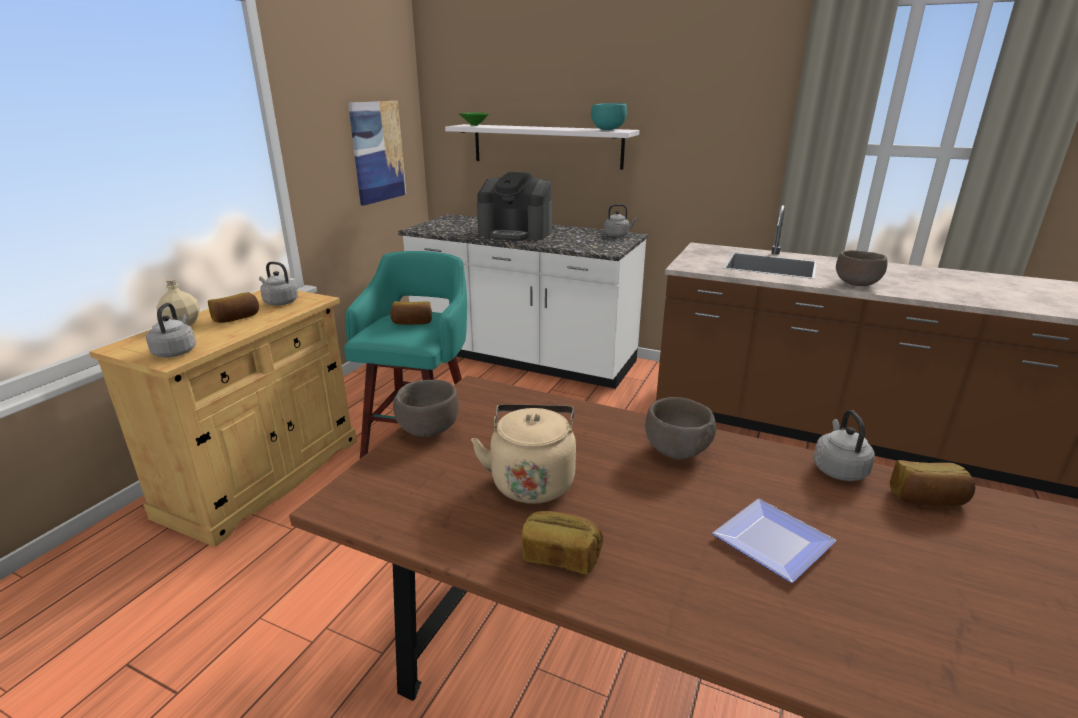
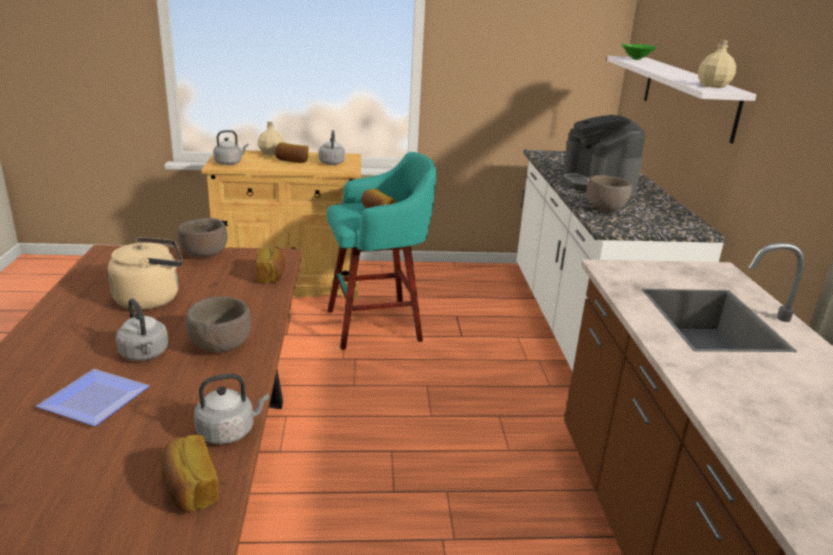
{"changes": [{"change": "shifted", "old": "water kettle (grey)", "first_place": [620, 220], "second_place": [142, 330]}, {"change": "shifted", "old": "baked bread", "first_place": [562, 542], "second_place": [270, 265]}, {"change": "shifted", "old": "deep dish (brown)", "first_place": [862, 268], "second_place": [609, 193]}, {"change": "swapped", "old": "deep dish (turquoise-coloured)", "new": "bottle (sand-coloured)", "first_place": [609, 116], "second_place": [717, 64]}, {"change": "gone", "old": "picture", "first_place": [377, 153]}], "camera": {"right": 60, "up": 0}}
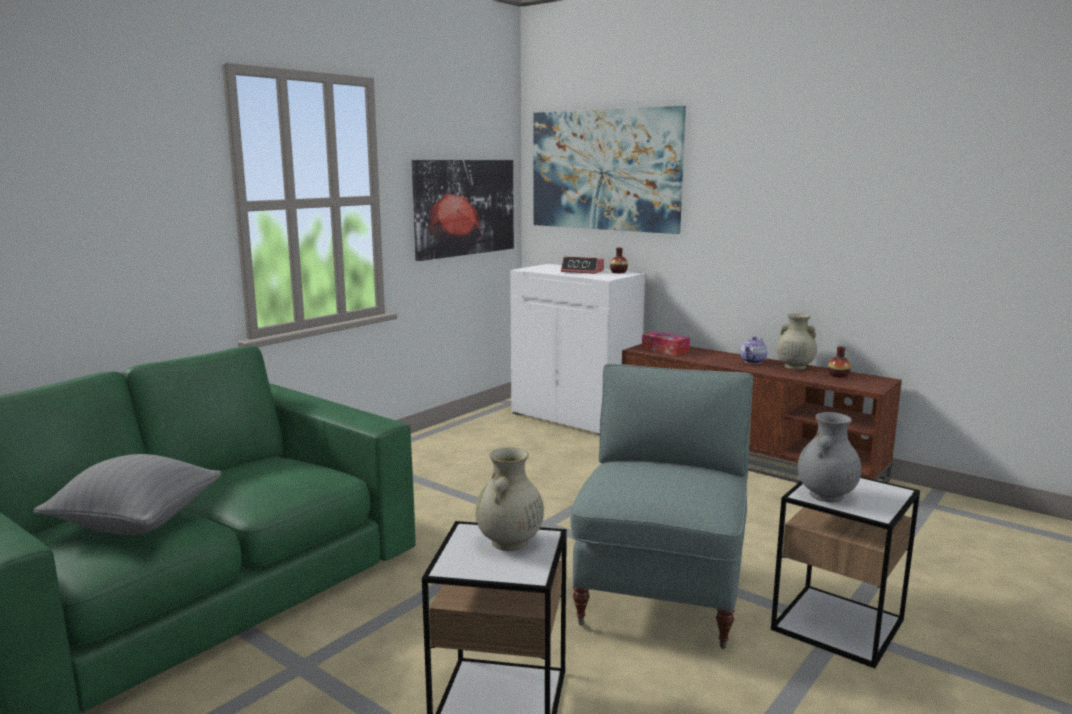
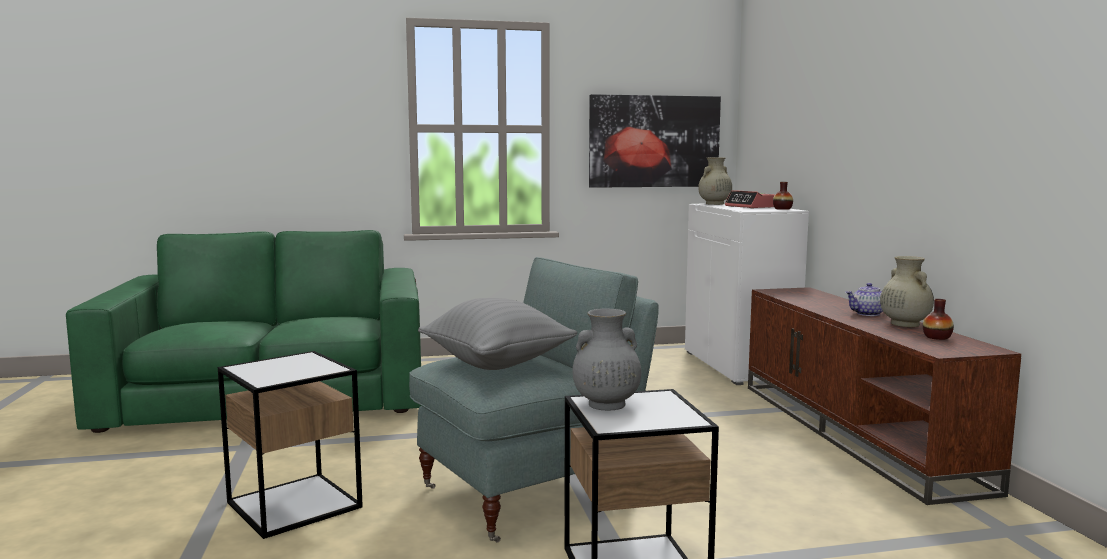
{"changes": [{"change": "shifted", "old": "cushion (grey)", "first_place": [127, 494], "second_place": [498, 334]}, {"change": "shifted", "old": "flower vase (sand-coloured)", "first_place": [510, 499], "second_place": [715, 181]}, {"change": "gone", "old": "picture", "first_place": [610, 170]}, {"change": "gone", "old": "tissue box", "first_place": [666, 343]}], "camera": {"right": 40, "up": -5}}
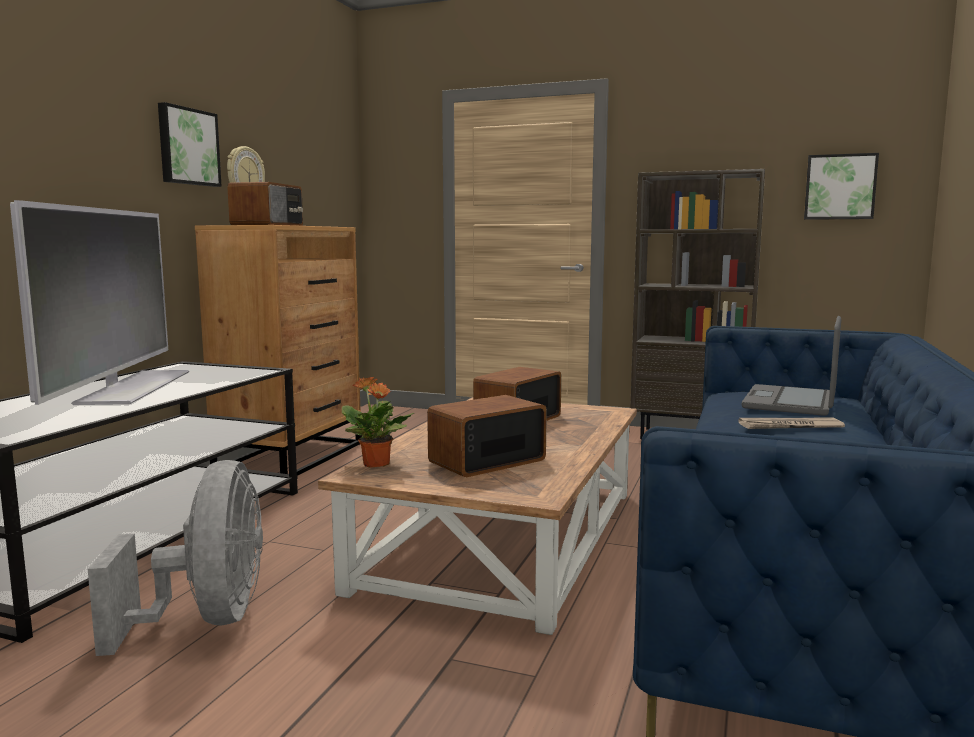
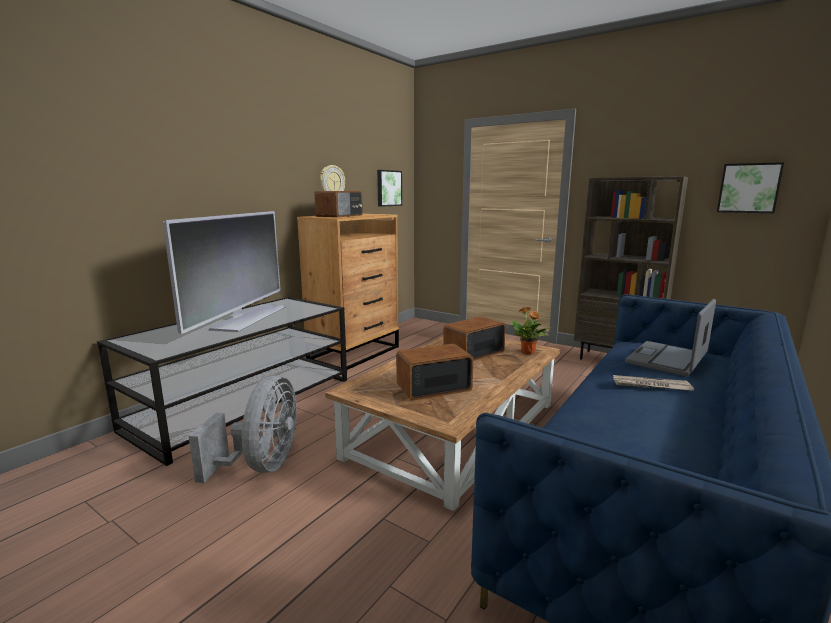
{"changes": [{"change": "shifted", "old": "picture", "first_place": [190, 144], "second_place": [389, 188]}, {"change": "shifted", "old": "houseplant", "first_place": [378, 422], "second_place": [531, 330]}], "camera": {"right": 15, "up": 5}}
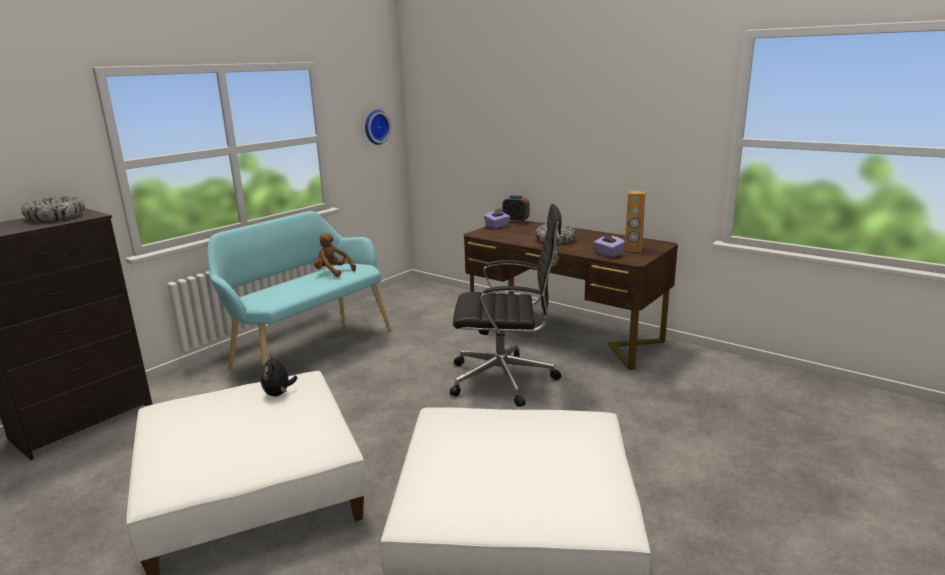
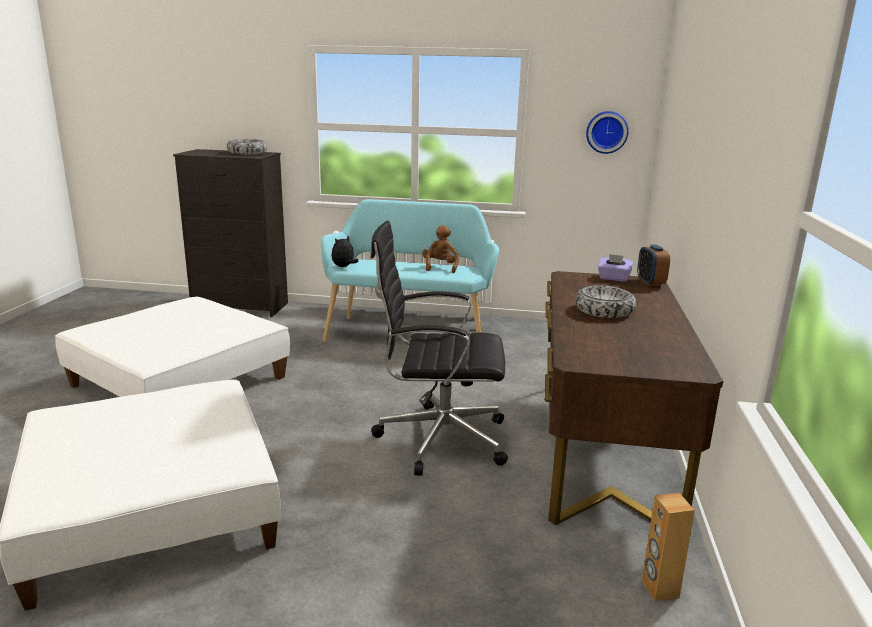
{"changes": [{"change": "shifted", "old": "cuddly toy", "first_place": [278, 375], "second_place": [344, 251]}, {"change": "rotated", "old": "desk chair (blackish)", "first_place": [506, 305], "second_place": [439, 348], "degrees": 120}, {"change": "shifted", "old": "audio speaker (brown)", "first_place": [635, 221], "second_place": [668, 547]}, {"change": "gone", "old": "tissue box (purple)", "first_place": [610, 245]}], "camera": {"right": 60, "up": 0}}
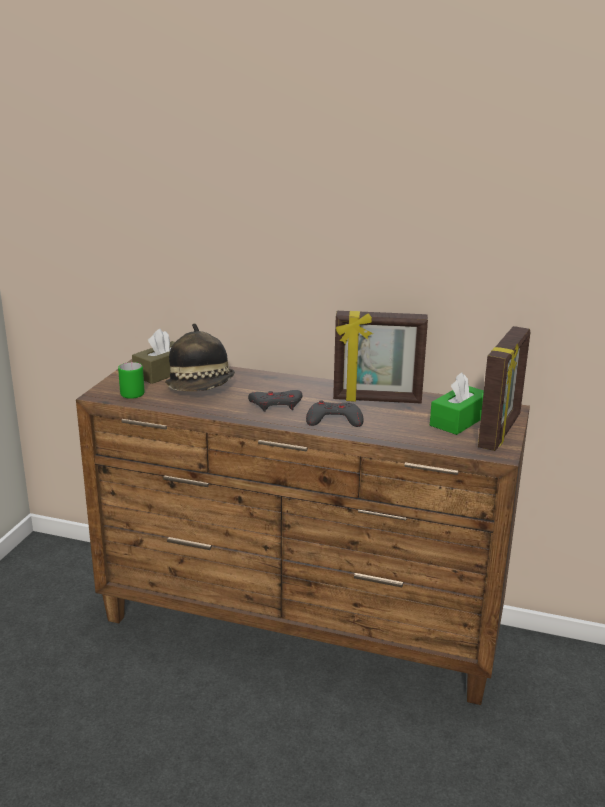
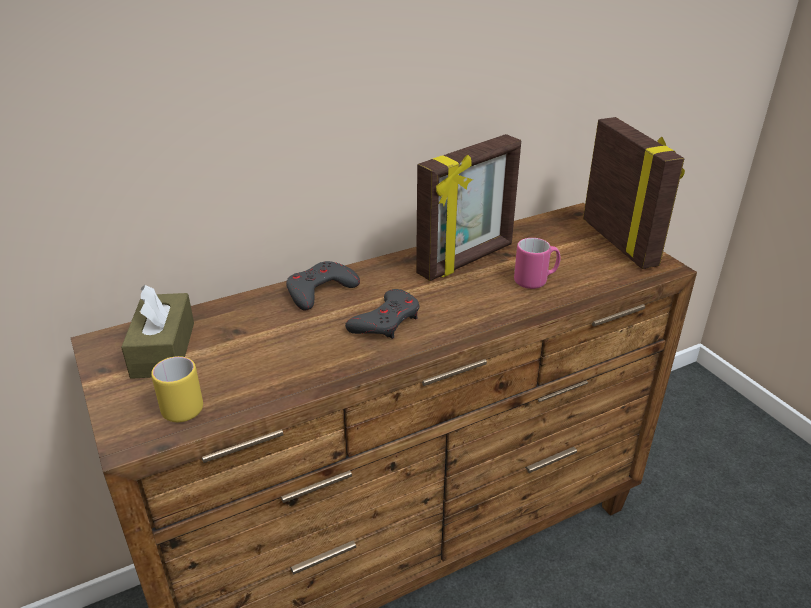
{"changes": [{"change": "repainted", "old": "coffee mug (green)", "new": "coffee mug (yellow)", "first_place": [131, 380], "second_place": [177, 389]}, {"change": "shifted", "old": "joypad (grey)", "first_place": [335, 413], "second_place": [323, 286]}, {"change": "new", "new": "coffee mug (pinkish)", "second_place": [537, 263]}, {"change": "gone", "old": "wearable hat", "first_place": [200, 357]}, {"change": "gone", "old": "tissue box (green)", "first_place": [457, 403]}], "camera": {"right": -45, "up": 10}}
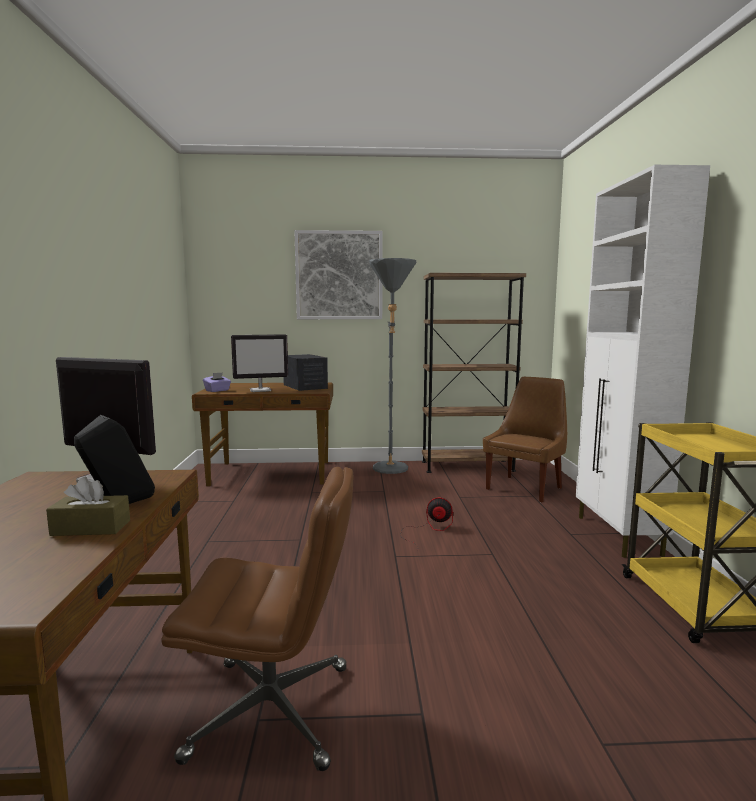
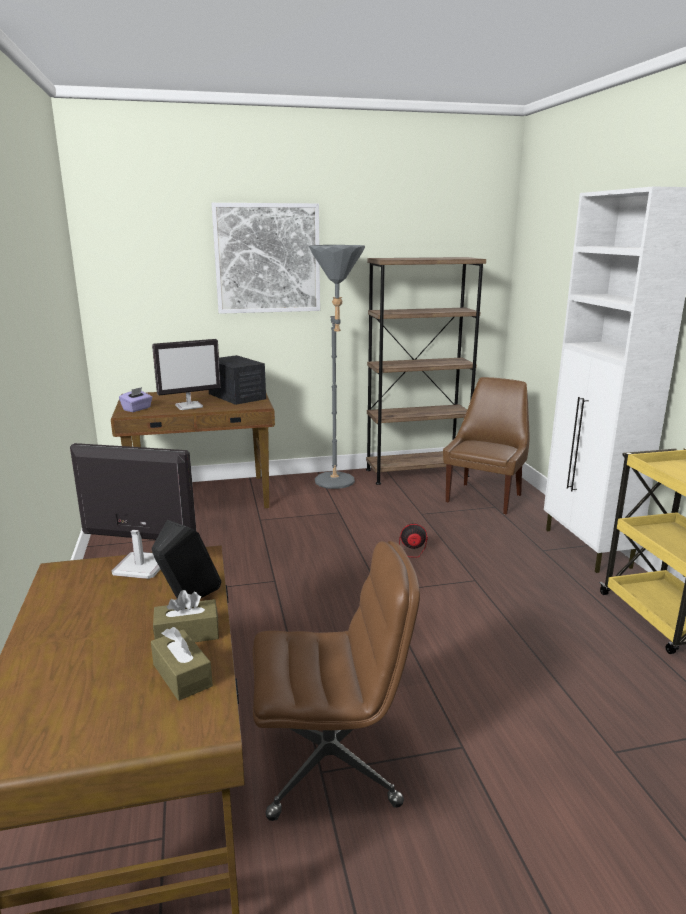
{"changes": [{"change": "new", "new": "tissue box (brown)", "second_place": [182, 664]}], "camera": {"right": -10, "up": 10}}
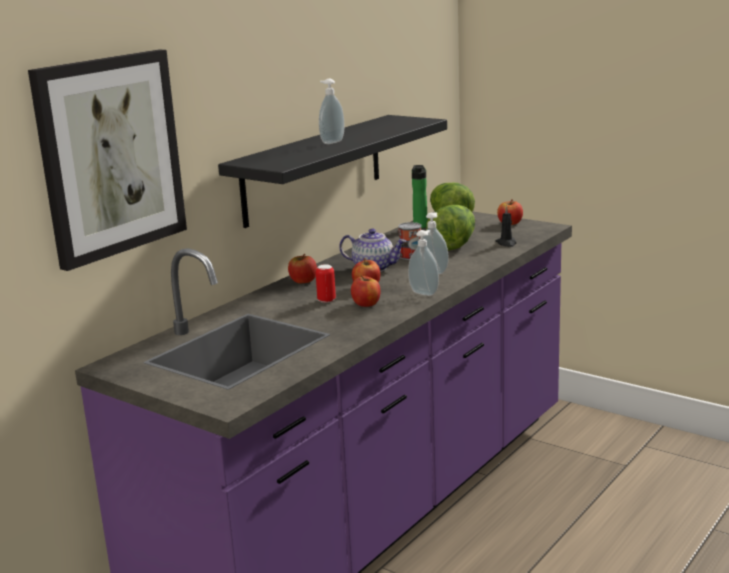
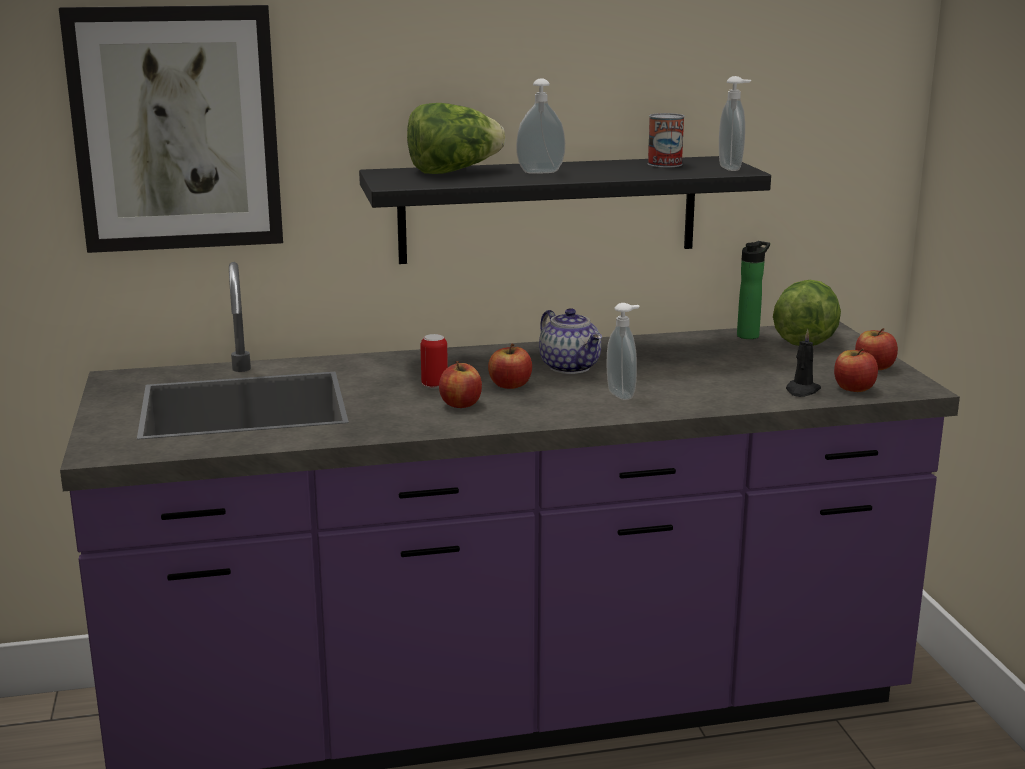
{"changes": [{"change": "shifted", "old": "lettuce head", "first_place": [450, 228], "second_place": [456, 138]}, {"change": "shifted", "old": "metal can", "first_place": [410, 241], "second_place": [666, 140]}, {"change": "shifted", "old": "soap dispenser", "first_place": [423, 263], "second_place": [735, 123]}, {"change": "shifted", "old": "whole apple", "first_place": [302, 268], "second_place": [856, 370]}], "camera": {"right": 40, "up": 0}}
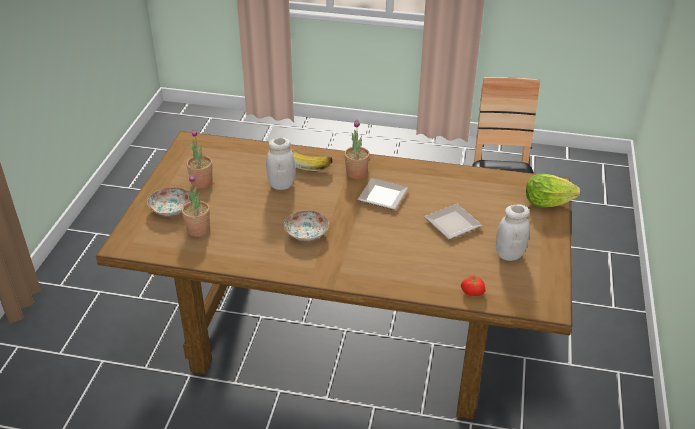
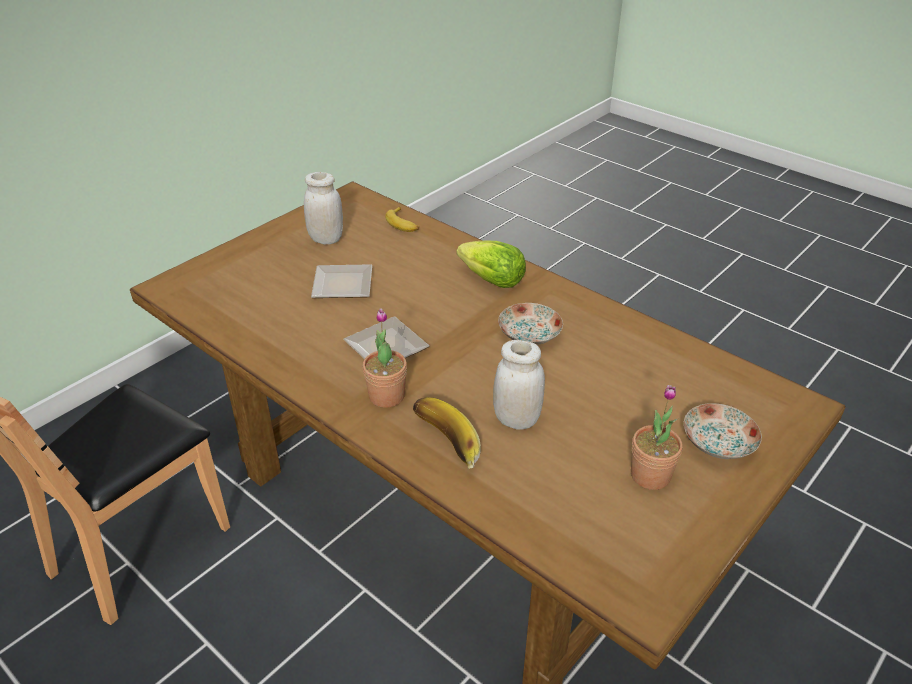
{"changes": [{"change": "swapped", "old": "whole tomato", "new": "banana fruit", "first_place": [473, 285], "second_place": [402, 219]}, {"change": "shifted", "old": "lettuce head", "first_place": [553, 190], "second_place": [491, 264]}, {"change": "gone", "old": "houseplant", "first_place": [196, 205]}], "camera": {"right": -150, "up": 0}}
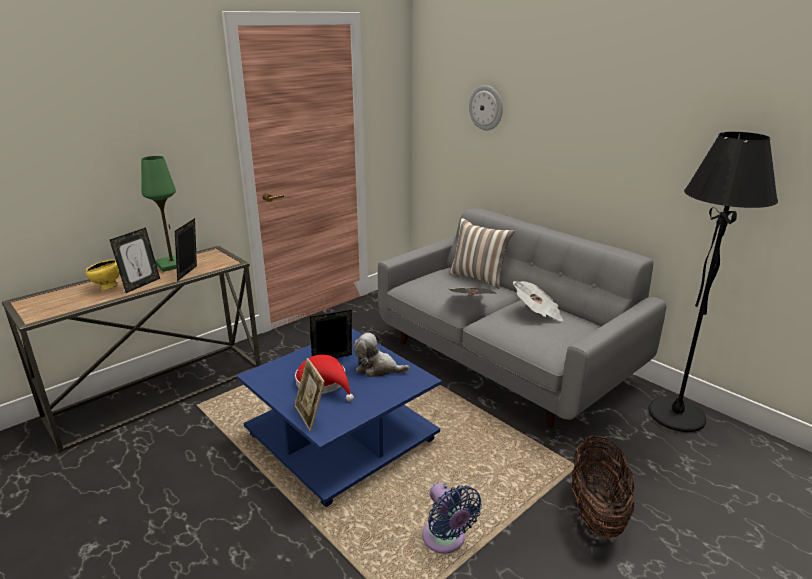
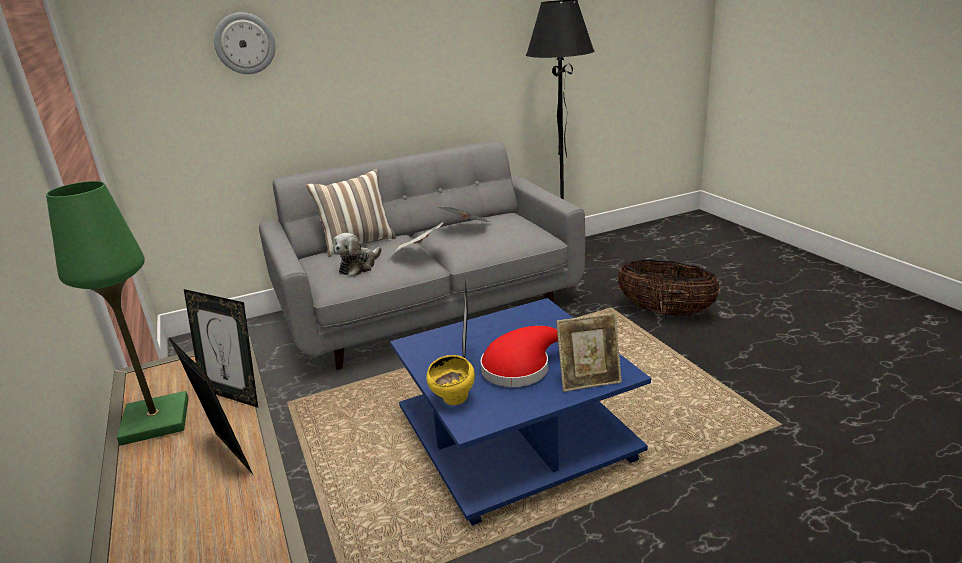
{"changes": [{"change": "shifted", "old": "cuddly toy", "first_place": [381, 355], "second_place": [357, 254]}, {"change": "shifted", "old": "deep dish (yellow)", "first_place": [103, 274], "second_place": [450, 380]}, {"change": "gone", "old": "fan (blue-coloured)", "first_place": [452, 518]}], "camera": {"right": -70, "up": 0}}
